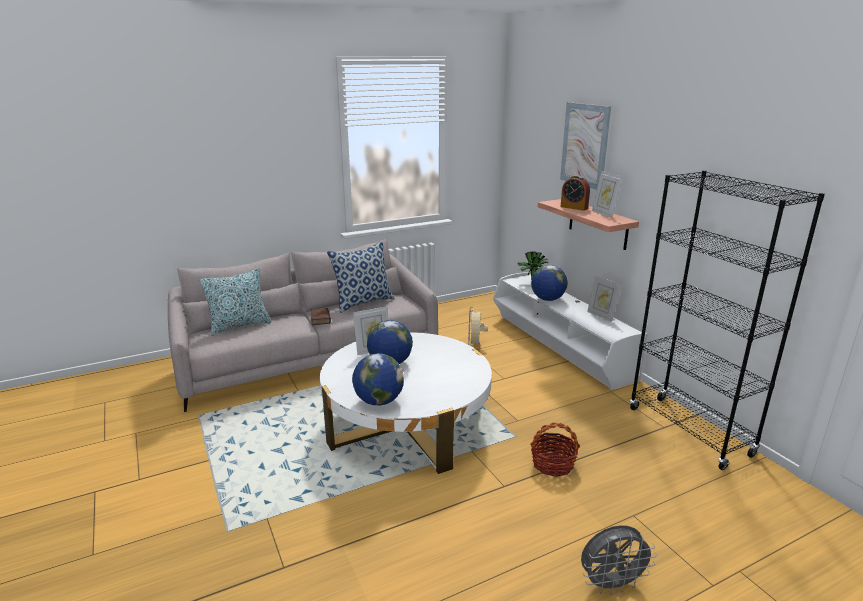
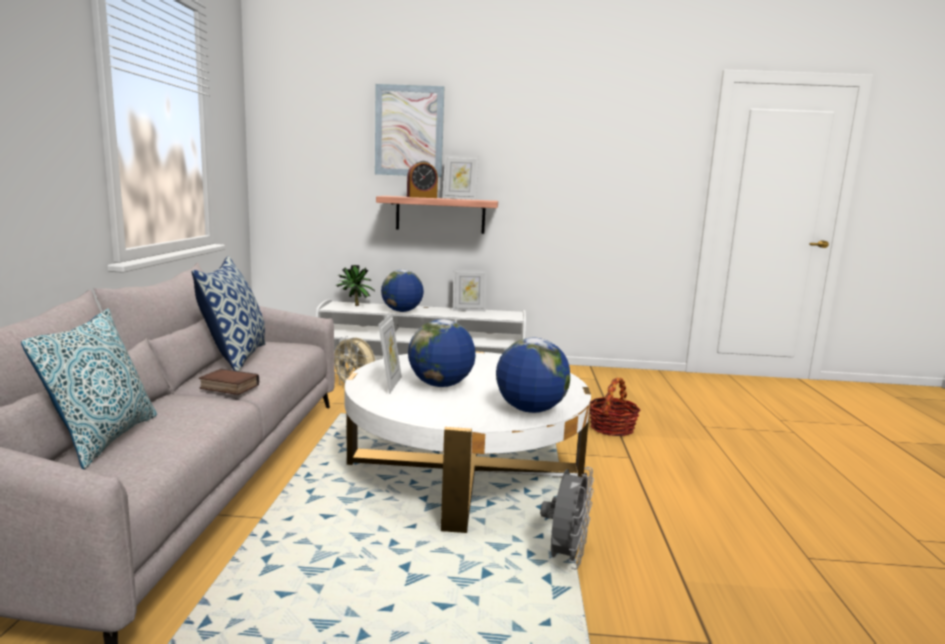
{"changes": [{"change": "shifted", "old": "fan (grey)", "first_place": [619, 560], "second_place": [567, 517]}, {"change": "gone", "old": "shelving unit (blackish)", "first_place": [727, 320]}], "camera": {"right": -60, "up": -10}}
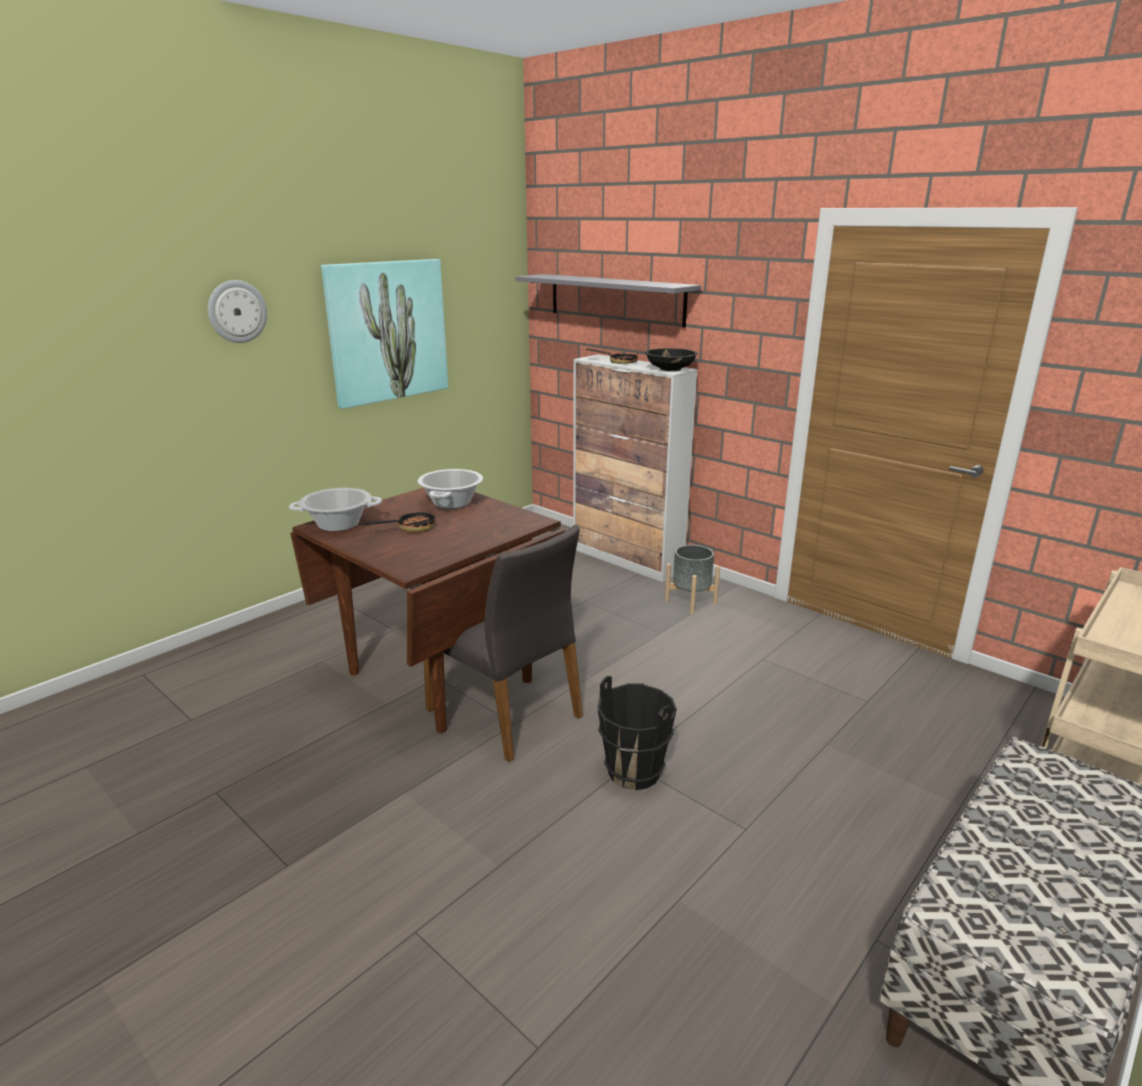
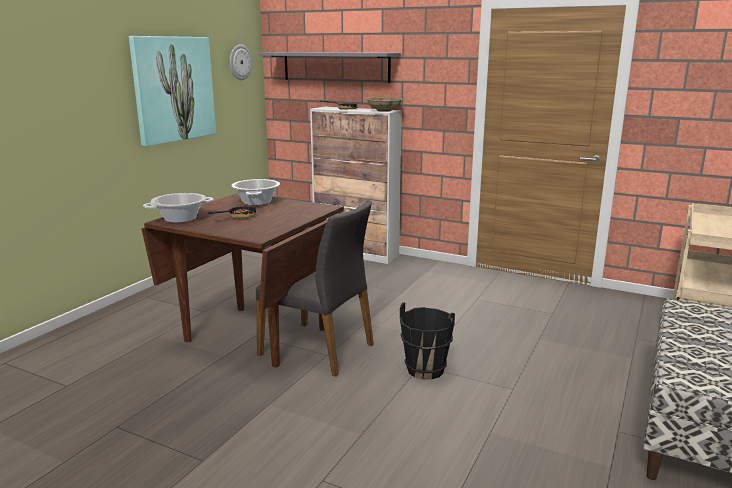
{"changes": [{"change": "shifted", "old": "clock on the wall", "first_place": [237, 311], "second_place": [241, 62]}, {"change": "repainted", "old": "deep dish (blackish)", "new": "deep dish (sand-coloured)", "first_place": [671, 359], "second_place": [384, 104]}, {"change": "gone", "old": "flower pot (grey)", "first_place": [692, 579]}], "camera": {"right": -15, "up": -5}}
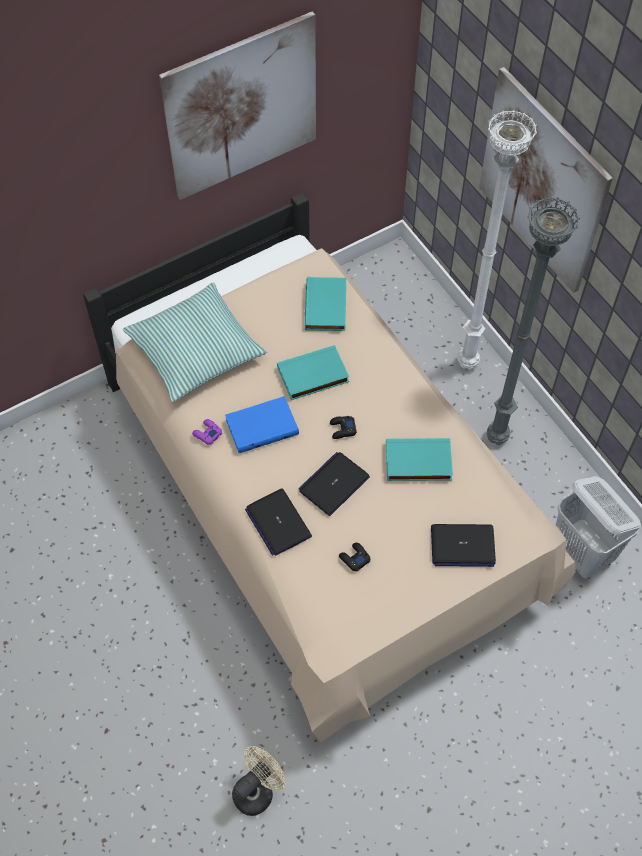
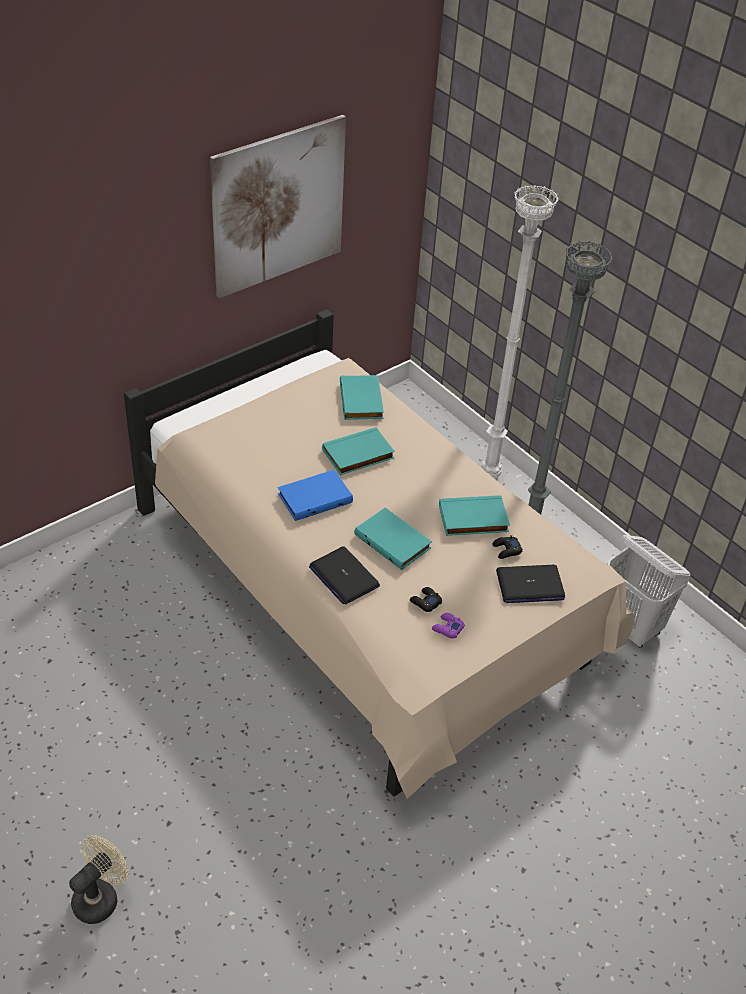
{"changes": [{"change": "shifted", "old": "fan (sand-coloured)", "first_place": [259, 781], "second_place": [99, 879]}, {"change": "swapped", "old": "portable computer", "new": "bound book (turquoise-coloured)", "first_place": [334, 484], "second_place": [393, 538]}, {"change": "shifted", "old": "joypad (purple)", "first_place": [207, 432], "second_place": [448, 626]}, {"change": "shifted", "old": "joypad (blackish)", "first_place": [343, 427], "second_place": [508, 547]}, {"change": "gone", "old": "cushion", "first_place": [195, 342]}, {"change": "gone", "old": "picture", "first_place": [546, 180]}], "camera": {"right": -10, "up": -15}}
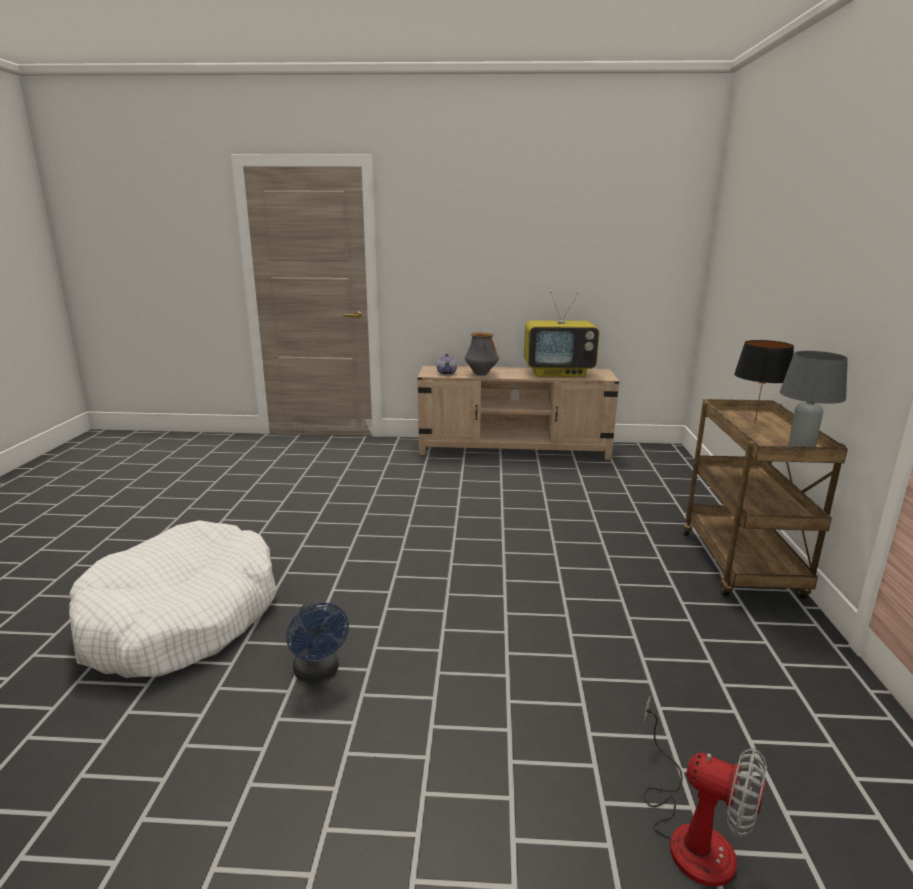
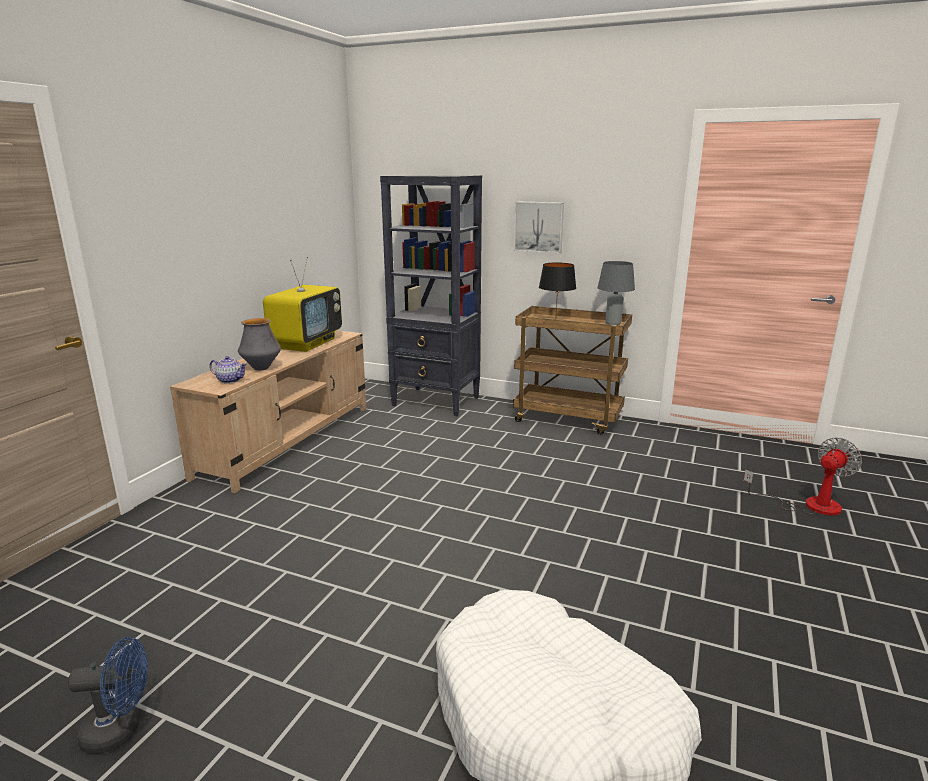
{"changes": [{"change": "shifted", "old": "fan (blue-coloured)", "first_place": [317, 642], "second_place": [108, 695]}, {"change": "new", "new": "shelving unit (blackish)", "second_place": [431, 295]}, {"change": "new", "new": "picture", "second_place": [539, 227]}], "camera": {"right": -70, "up": 0}}
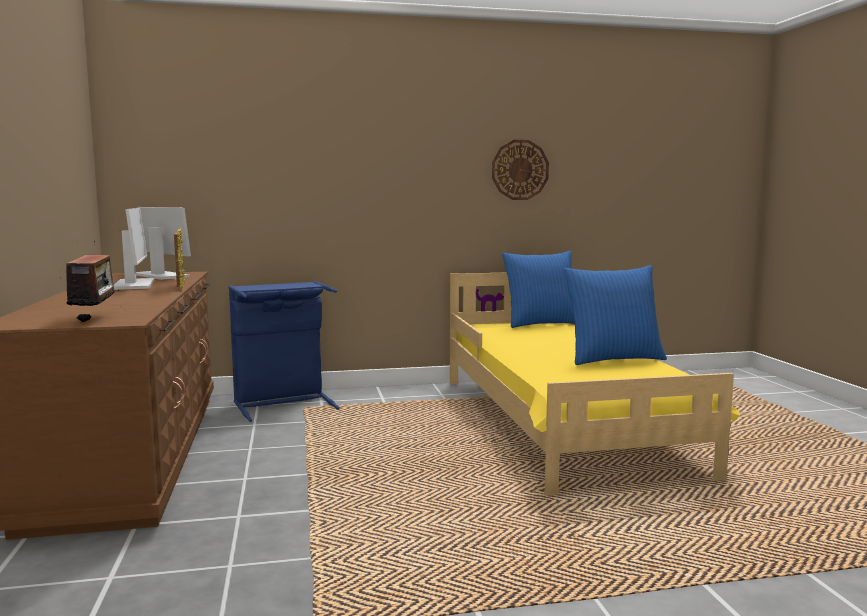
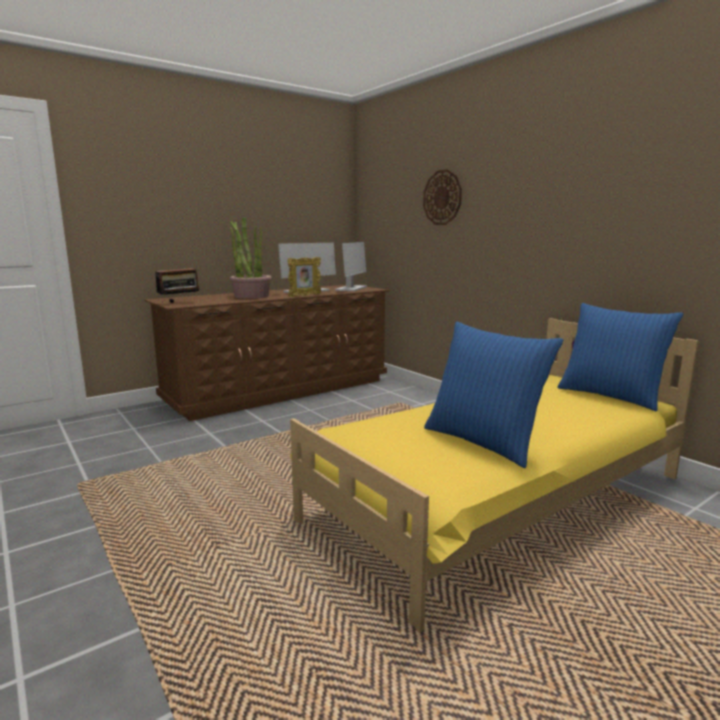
{"changes": [{"change": "new", "new": "houseplant", "second_place": [251, 258]}, {"change": "shifted", "old": "clock on the wall", "first_place": [520, 170], "second_place": [442, 197]}, {"change": "gone", "old": "washing basket (blue-coloured)", "first_place": [284, 351]}], "camera": {"right": 65, "up": 5}}
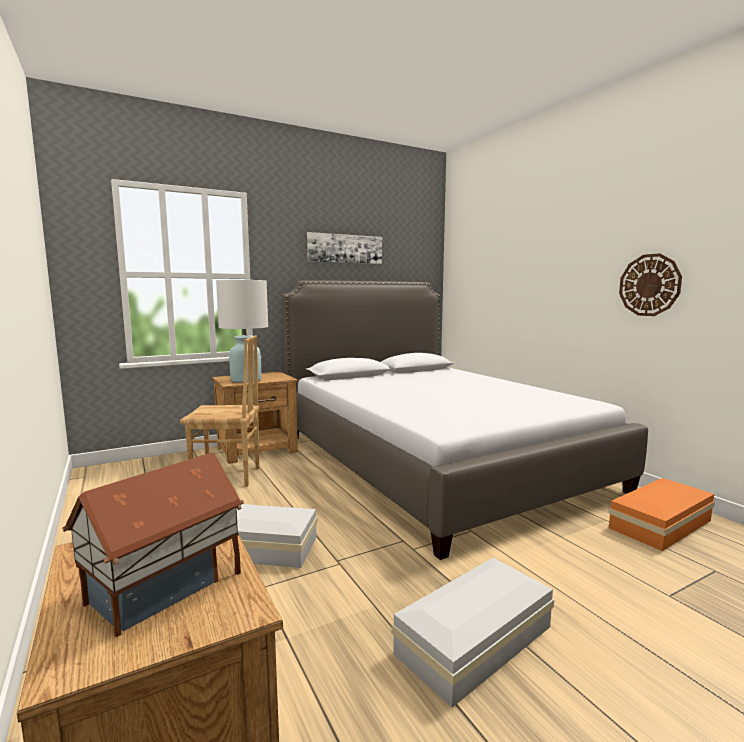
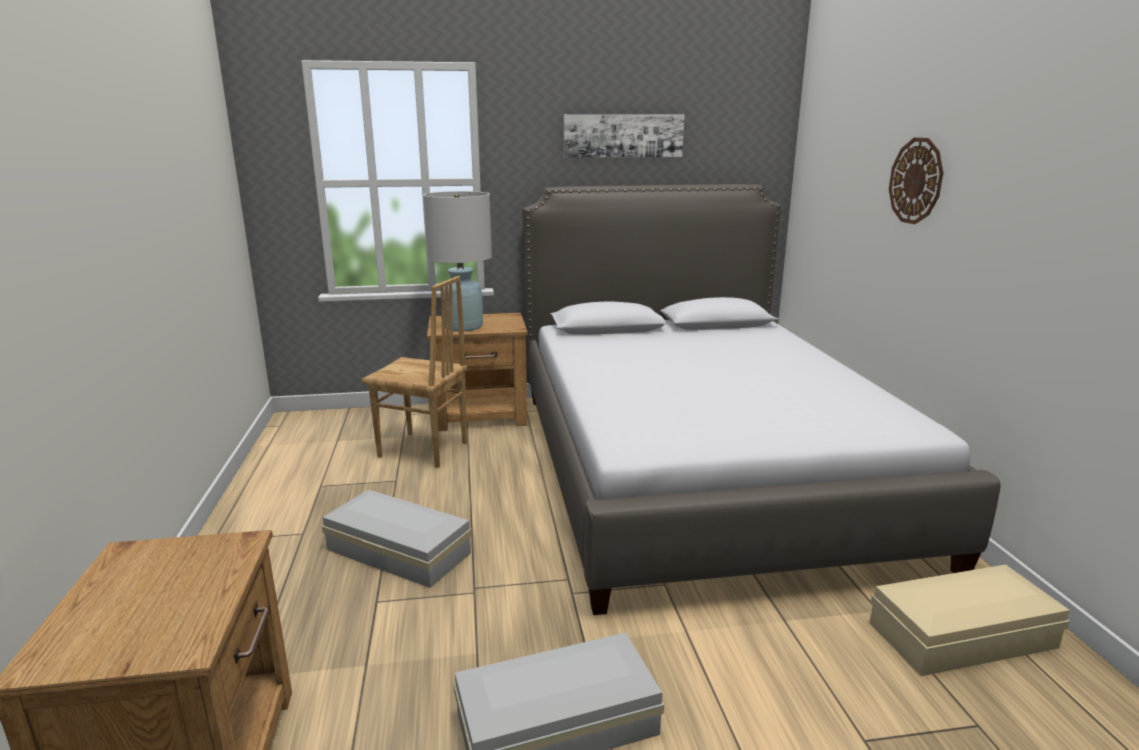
{"changes": [{"change": "repainted", "old": "storage box (orange)", "new": "storage box (sand-coloured)", "first_place": [661, 514], "second_place": [970, 620]}, {"change": "shifted", "old": "clock on the wall", "first_place": [650, 285], "second_place": [916, 181]}, {"change": "gone", "old": "miniature house", "first_place": [153, 545]}], "camera": {"right": 20, "up": 10}}
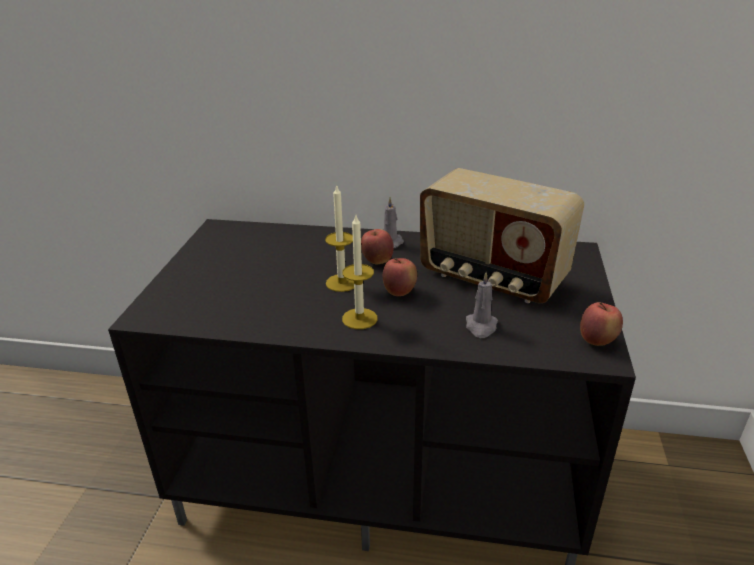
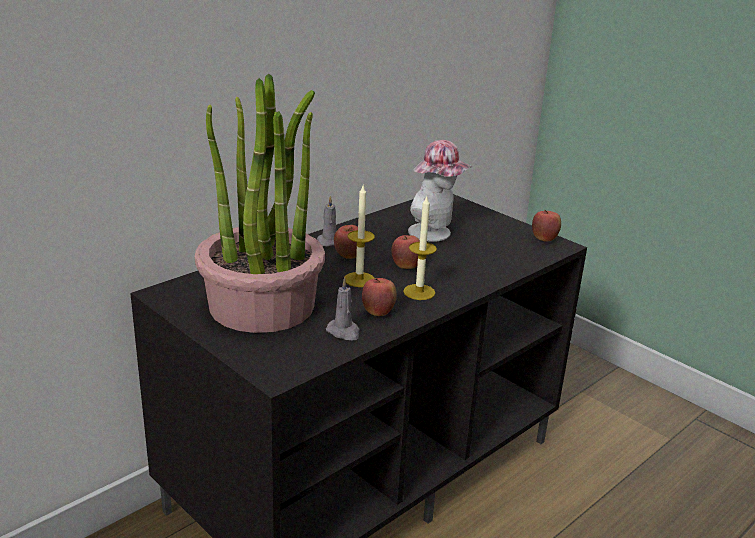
{"changes": [{"change": "new", "new": "houseplant", "second_place": [260, 203]}, {"change": "shifted", "old": "wax light (grey)", "first_place": [482, 305], "second_place": [342, 309]}, {"change": "new", "new": "whole apple", "second_place": [379, 297]}, {"change": "swapped", "old": "radio receiver", "new": "wearable hat", "first_place": [502, 235], "second_place": [440, 191]}], "camera": {"right": -55, "up": -5}}
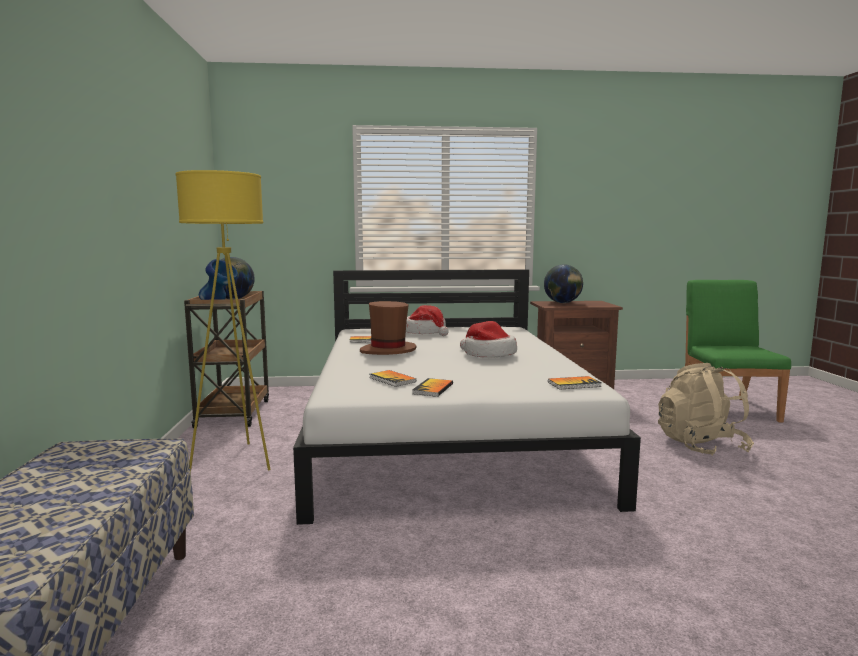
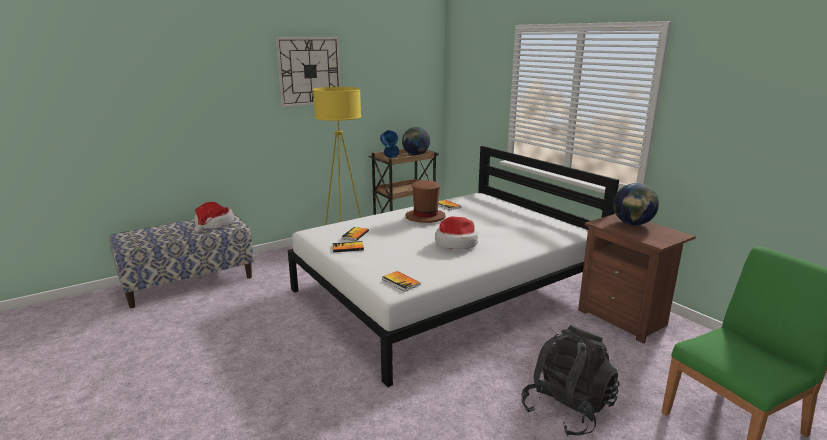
{"changes": [{"change": "shifted", "old": "wearable hat", "first_place": [427, 320], "second_place": [214, 217]}, {"change": "new", "new": "clock on the wall", "second_place": [308, 72]}, {"change": "repainted", "old": "backpack (sand-coloured)", "new": "backpack (blackish)", "first_place": [706, 409], "second_place": [570, 380]}], "camera": {"right": 60, "up": 10}}
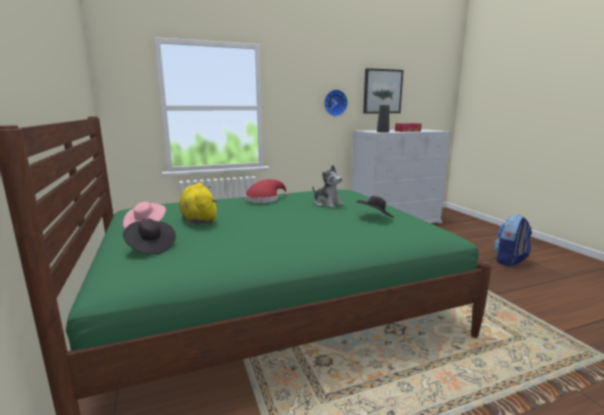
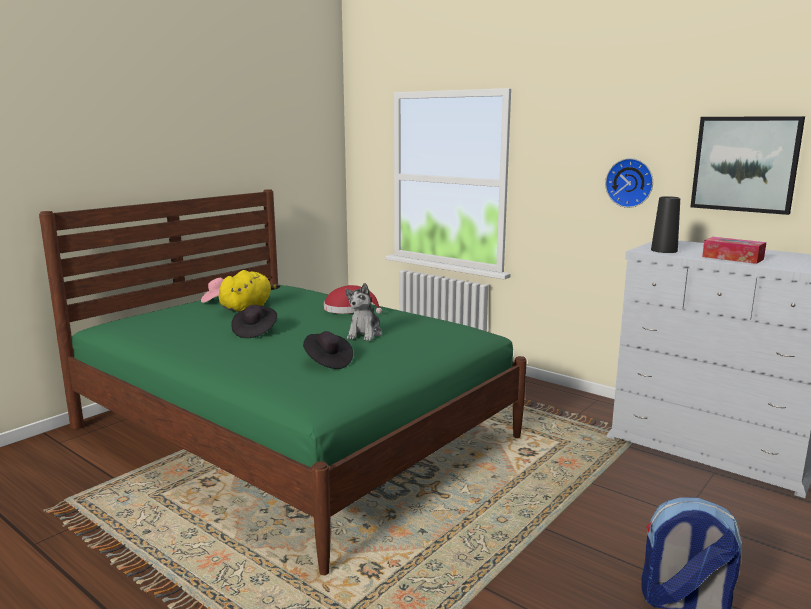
{"changes": [{"change": "shifted", "old": "wearable hat (blackish)", "first_place": [149, 237], "second_place": [254, 321]}], "camera": {"right": 60, "up": 0}}
